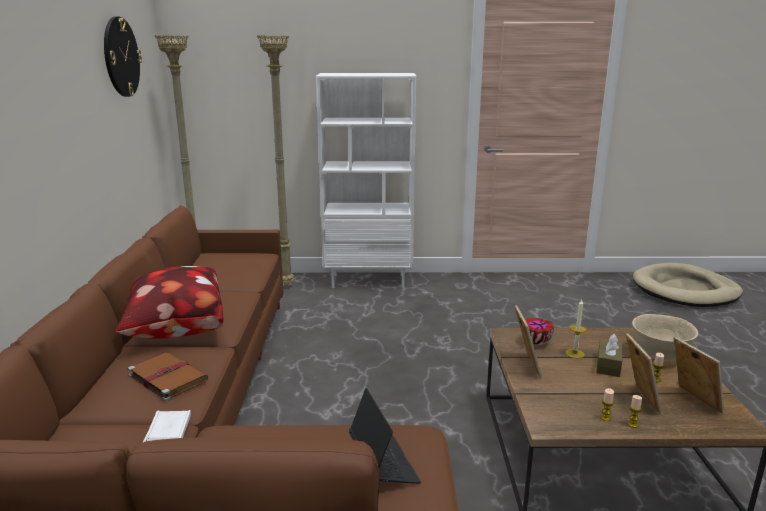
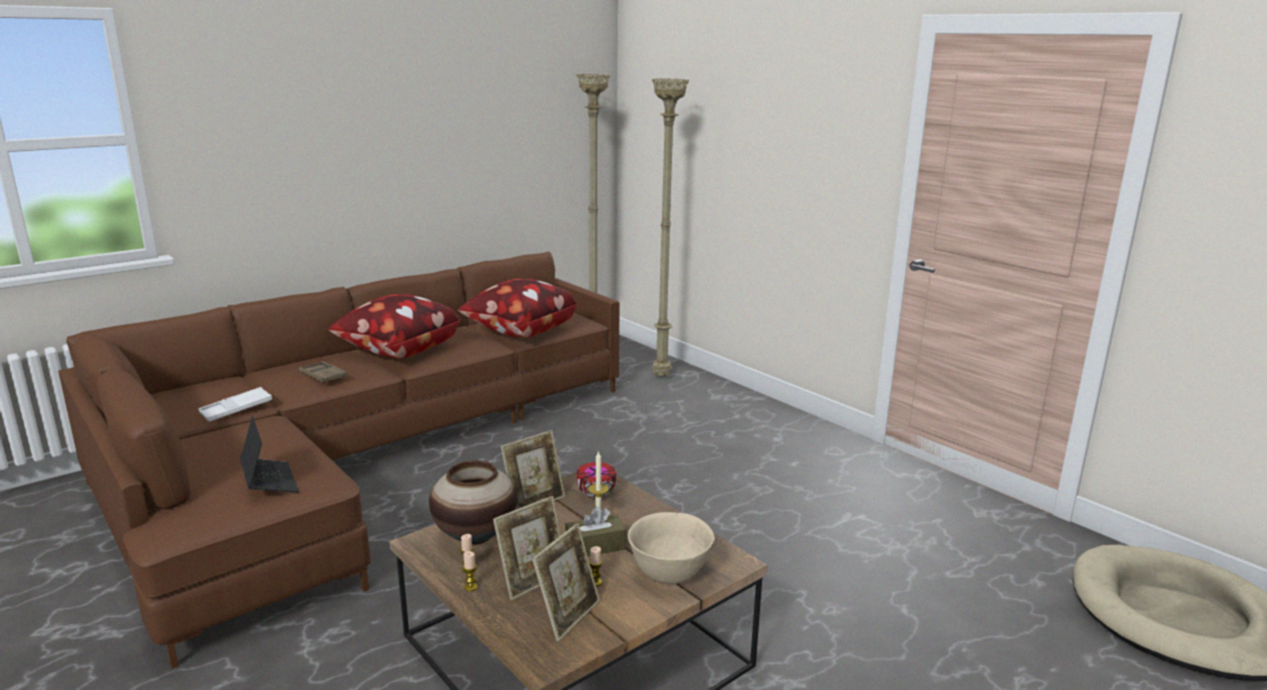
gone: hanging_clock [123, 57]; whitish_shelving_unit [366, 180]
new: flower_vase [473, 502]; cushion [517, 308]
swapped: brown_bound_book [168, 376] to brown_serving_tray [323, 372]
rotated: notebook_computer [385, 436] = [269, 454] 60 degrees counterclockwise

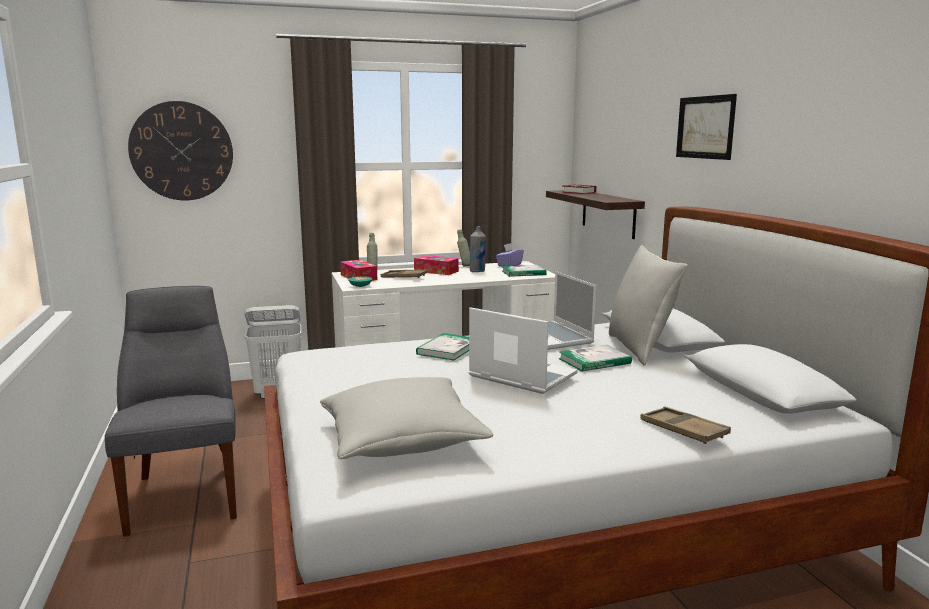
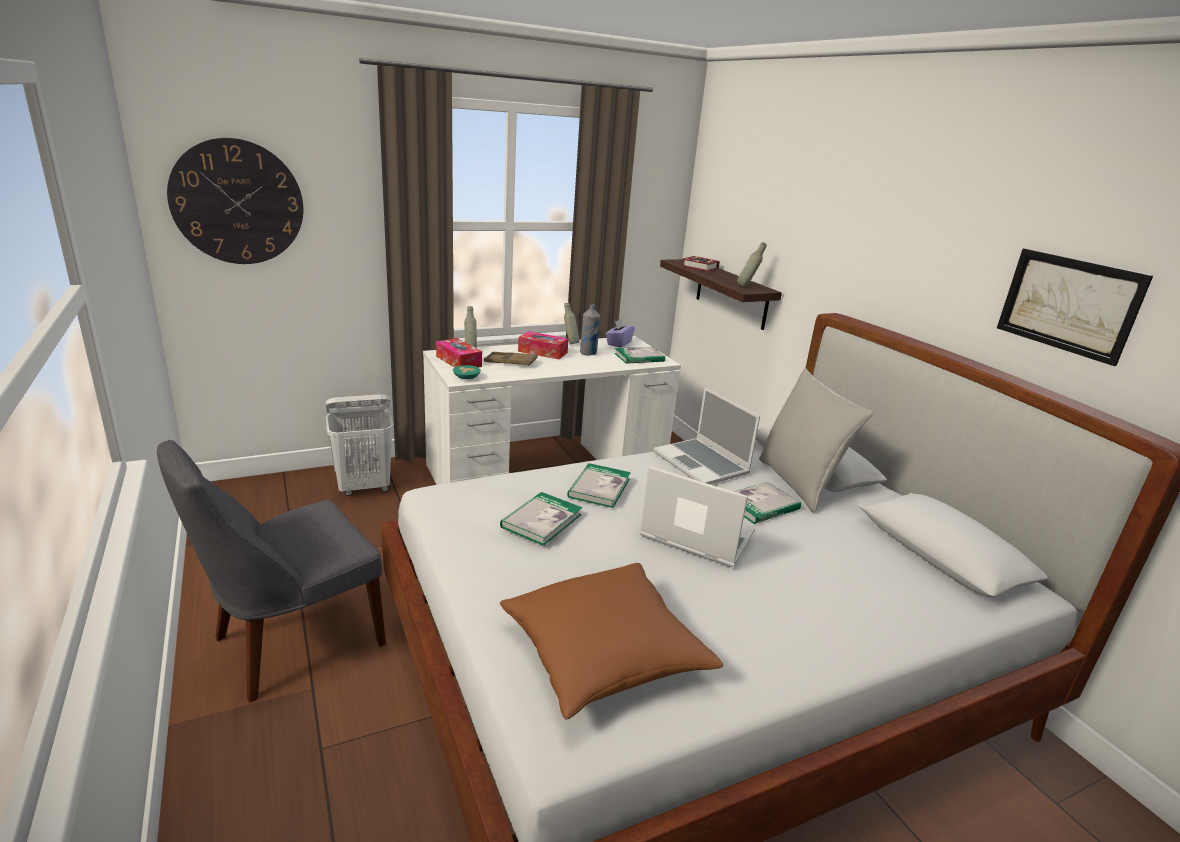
gone: brown_serving_tray [685, 425]
new: bound_book [541, 519]; gray_bottle [752, 264]
shifted: picture [706, 127] to [1075, 307]
repainted: gray_cushion [407, 418] to brown_cushion [611, 641]
rotated: gray_chair [171, 411] = [271, 571] 105 degrees counterclockwise

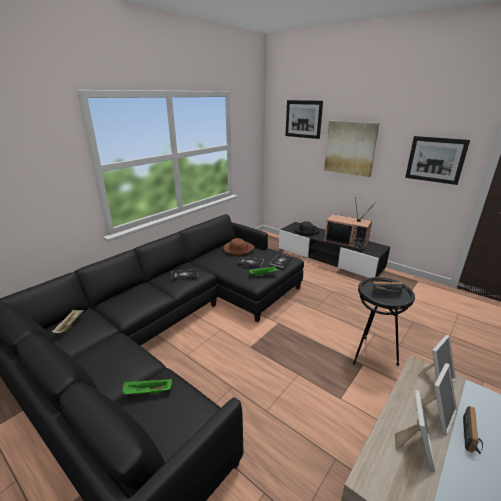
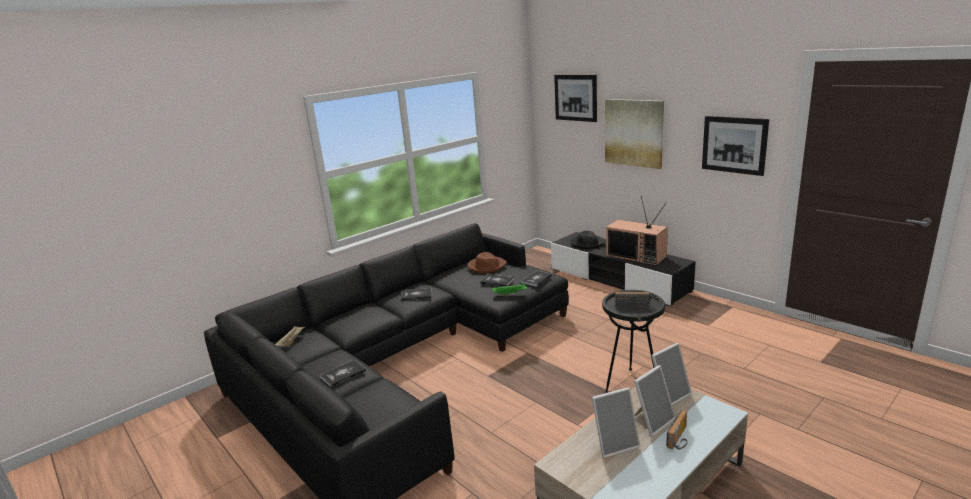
gone: green_serving_tray [147, 387]
new: bound_book [343, 373]
rotated: picture_frame [415, 431] = [616, 422] 45 degrees clockwise

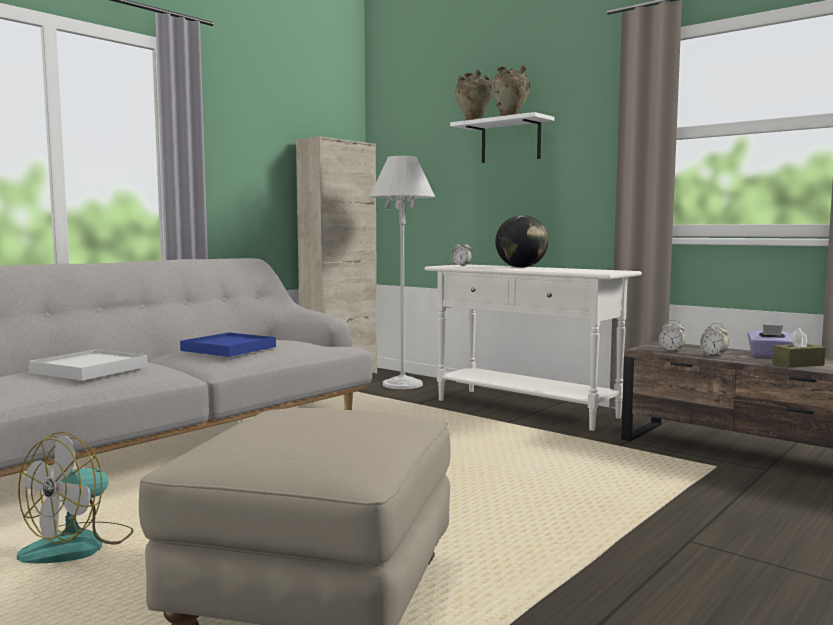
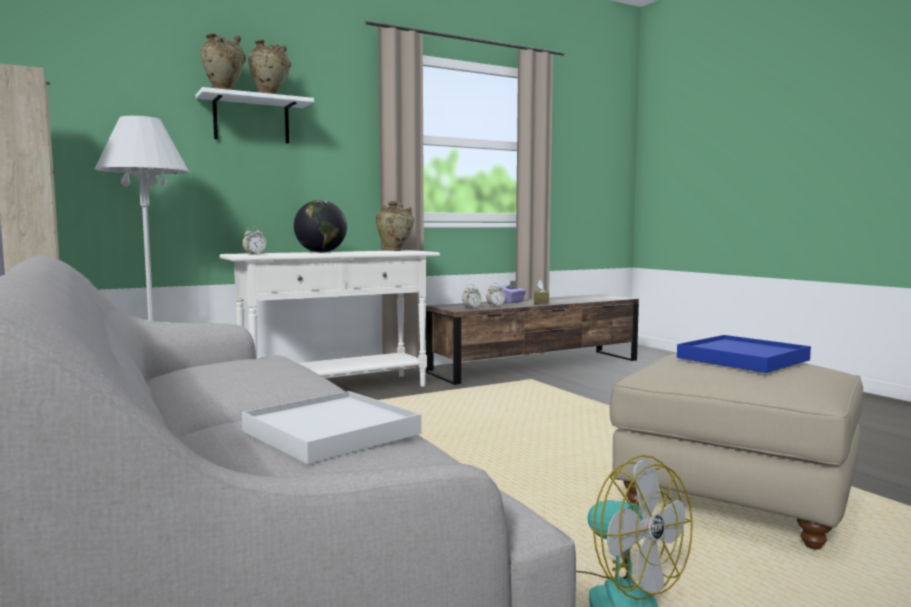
new: beige_flower_vase [395, 226]
shifted: bluish_serving_tray [228, 345] to [744, 354]

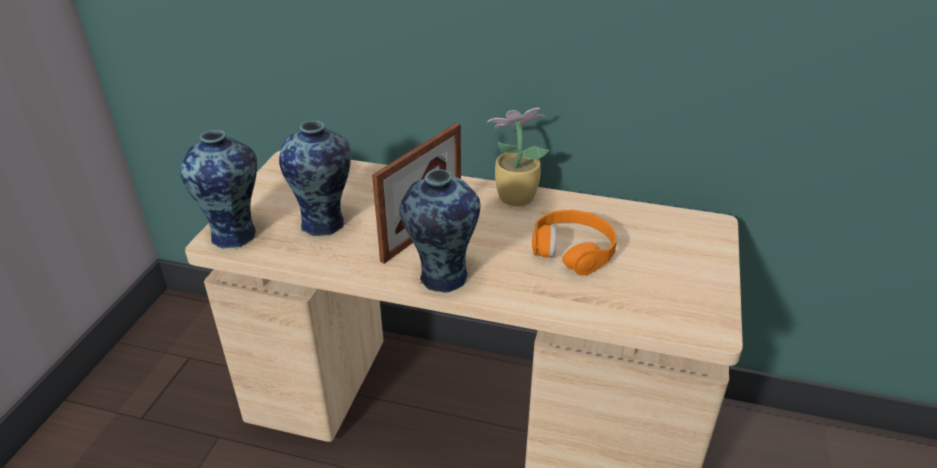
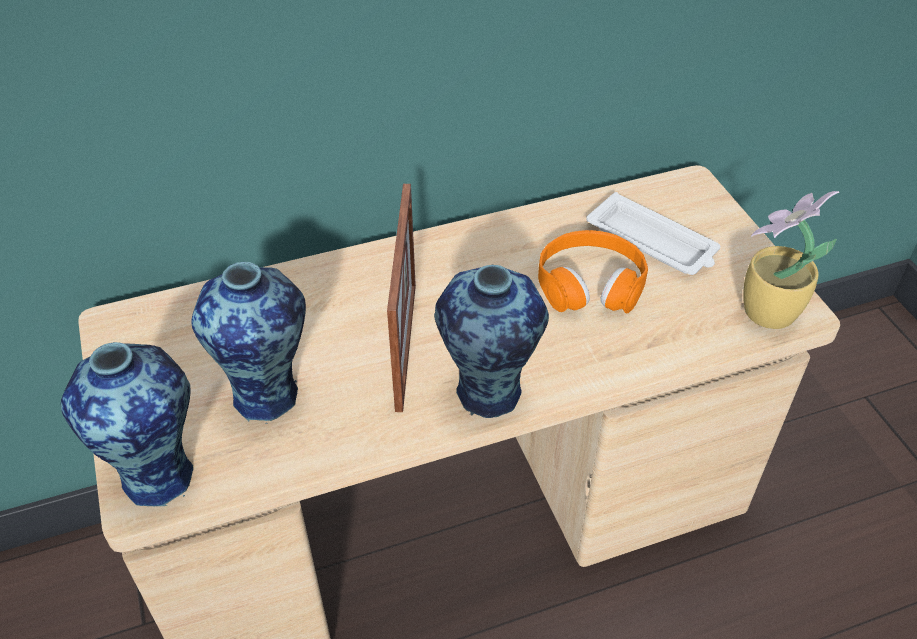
new: whitish_serving_tray [653, 233]
shifted: houseplant [518, 157] to [791, 260]

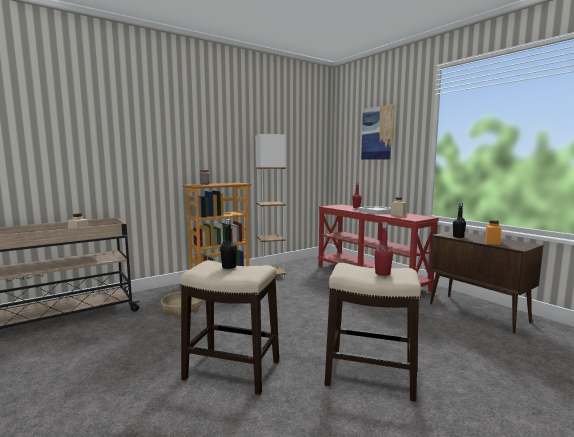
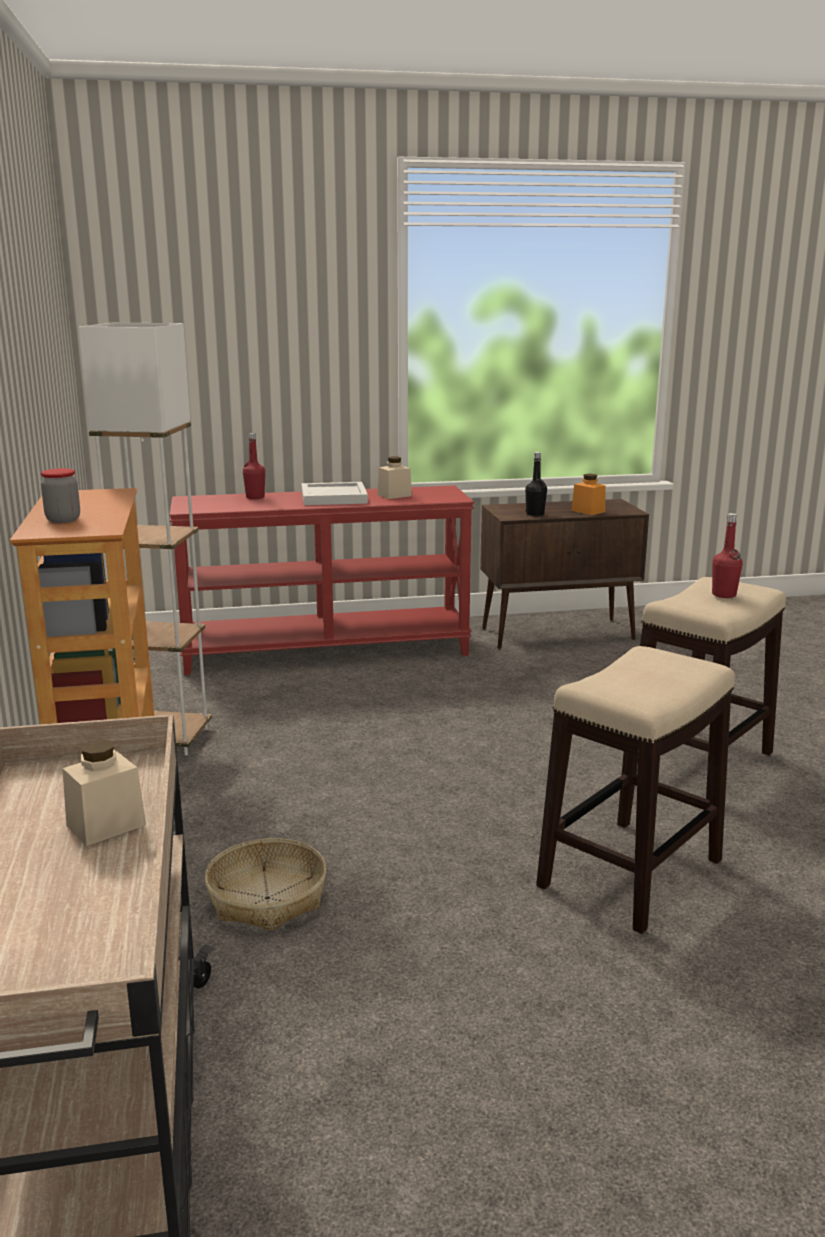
gone: black-coloured_bottle [228, 244]; picture [378, 132]

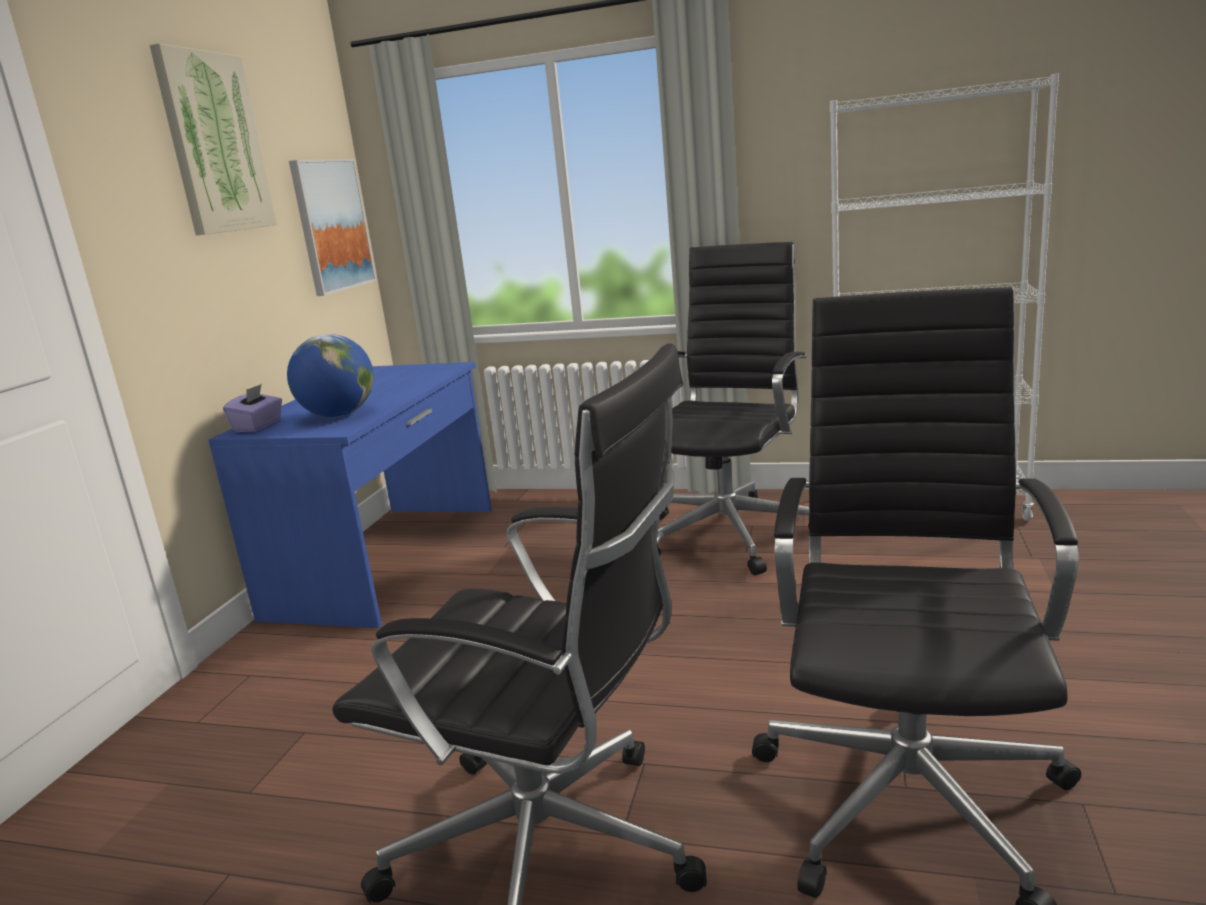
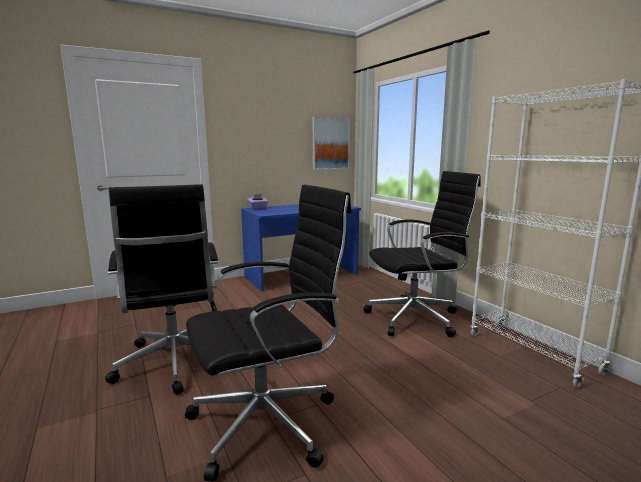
gone: picture [213, 139]; desk_globe [330, 375]

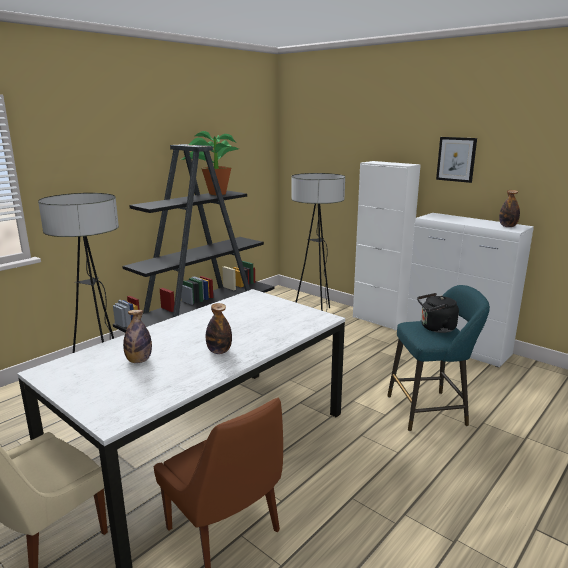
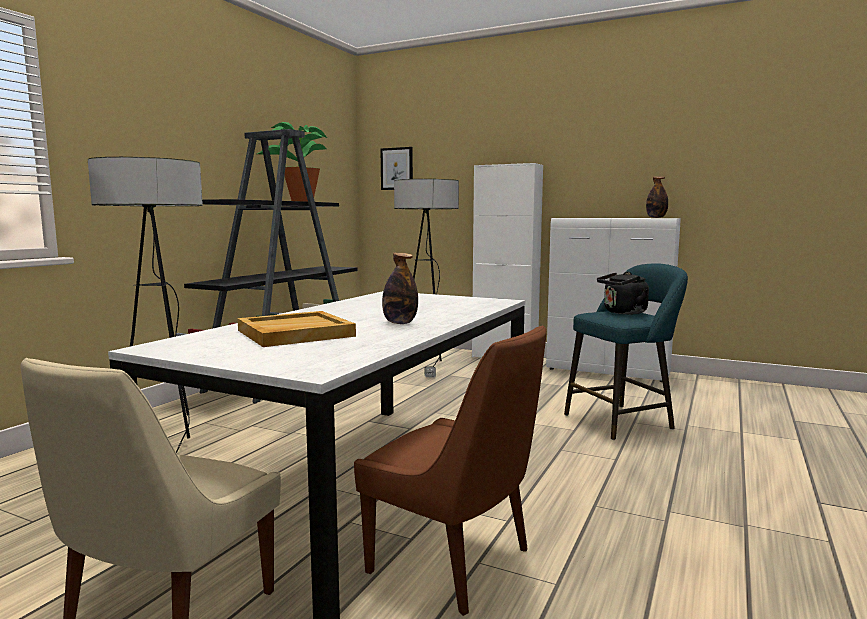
shifted: picture [456, 160] to [396, 168]
swapped: bottle [137, 336] to beige_serving_tray [296, 329]

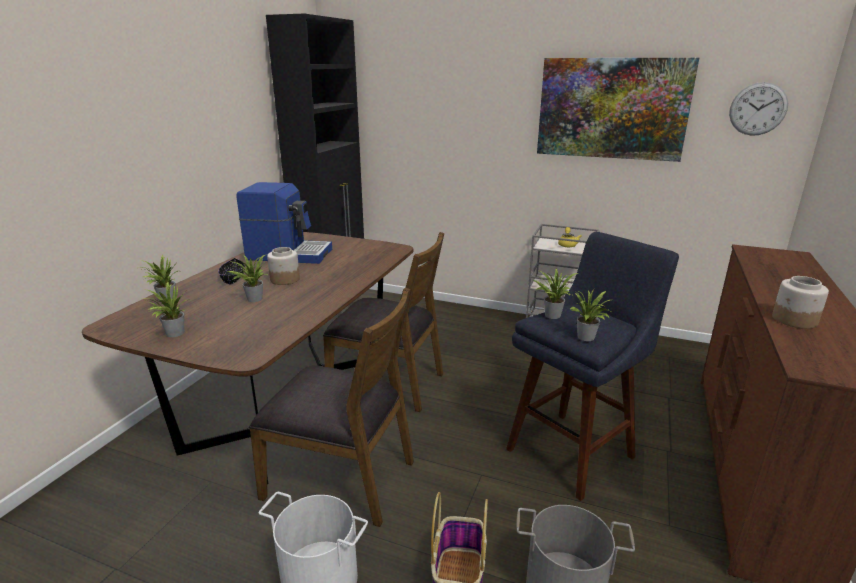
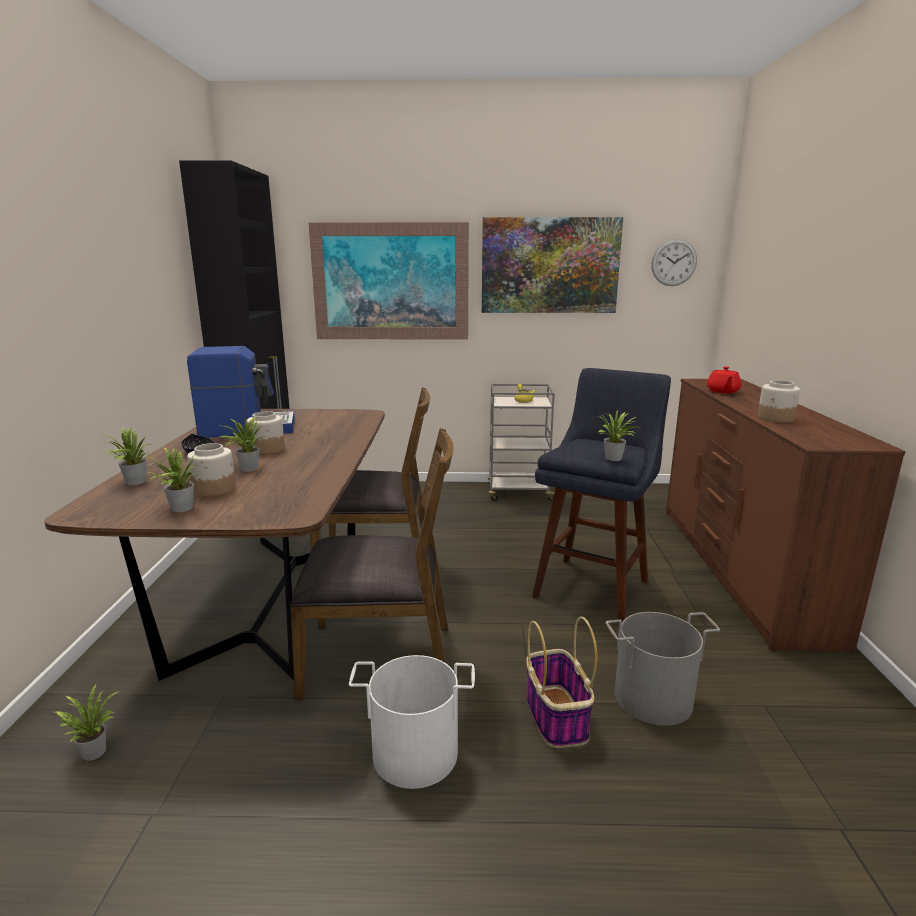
new: jar [211, 470]; picture [389, 281]; red-coloured_pot_for_tea [724, 379]
shifted: houseplant [556, 293] to [87, 723]

